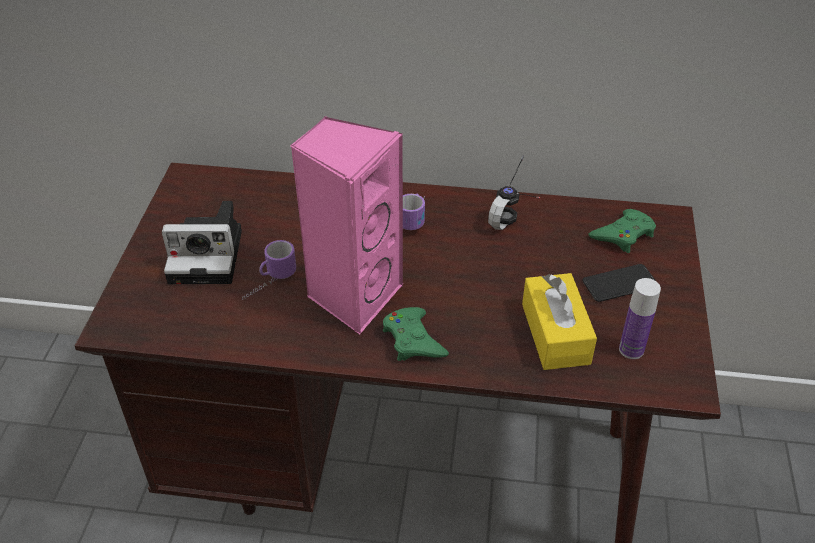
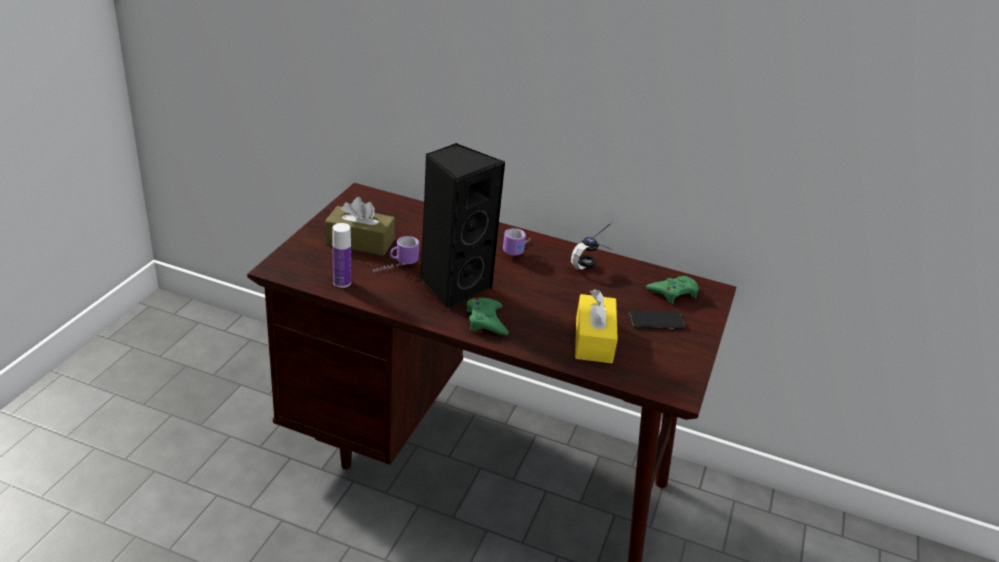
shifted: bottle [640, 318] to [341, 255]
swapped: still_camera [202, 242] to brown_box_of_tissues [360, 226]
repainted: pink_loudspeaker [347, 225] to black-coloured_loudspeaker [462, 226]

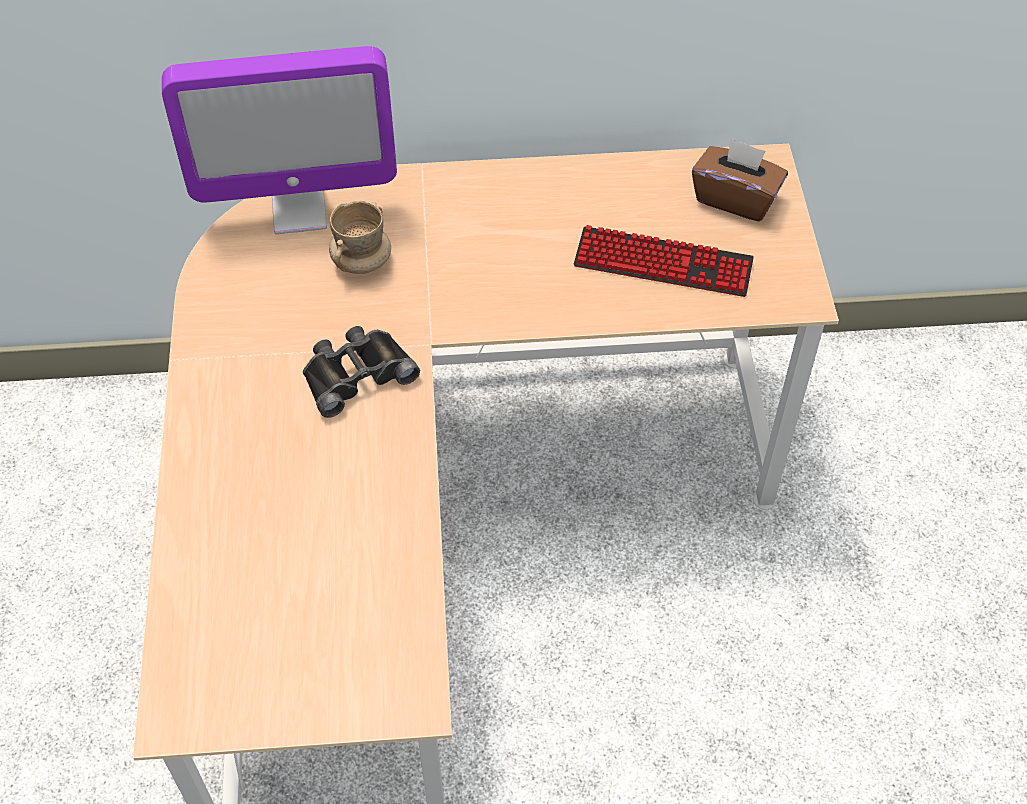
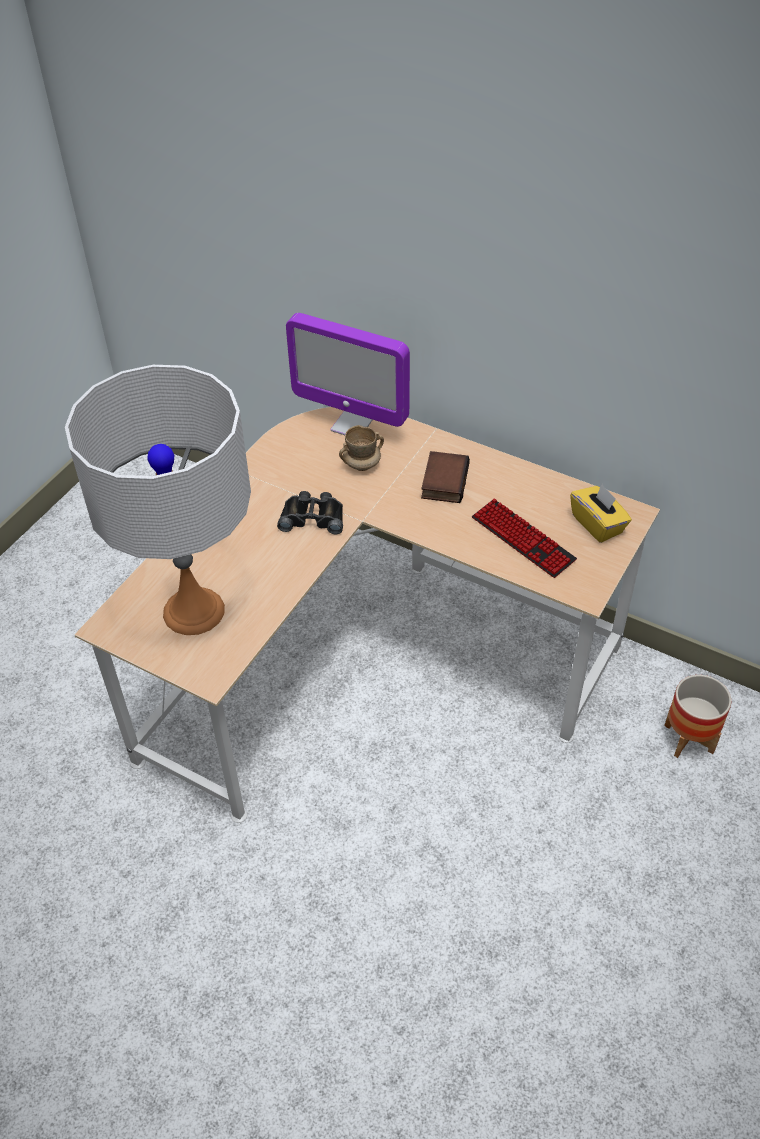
new: whitish_table_lamp [158, 500]; bound_book [445, 477]; planter [697, 716]
repainted: brown_box_of_tissues [740, 179] to yellow-coloured_box_of_tissues [601, 513]

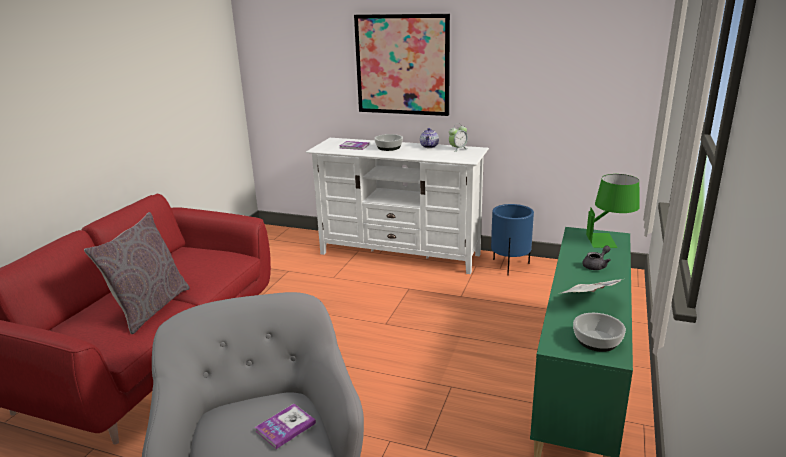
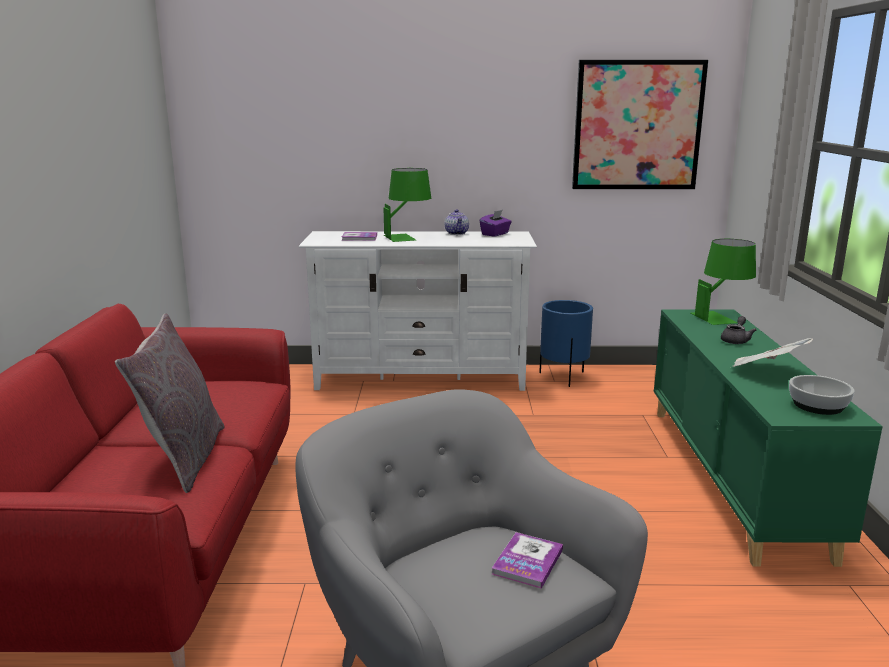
shifted: picture [402, 65] to [640, 124]
swapped: deep_dish [388, 142] to green_table_lamp [407, 205]; bedside_clock [458, 137] to purplish_box_of_tissues [496, 223]

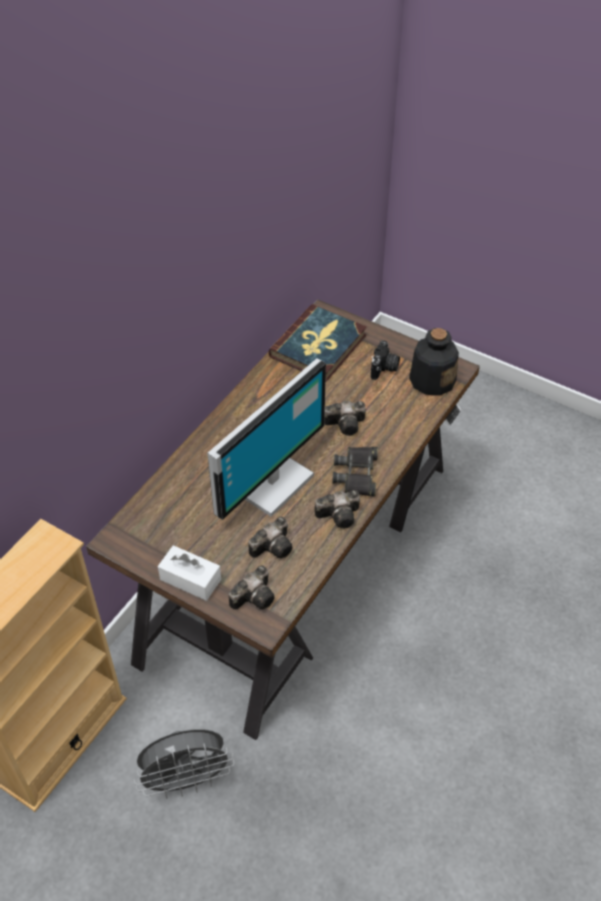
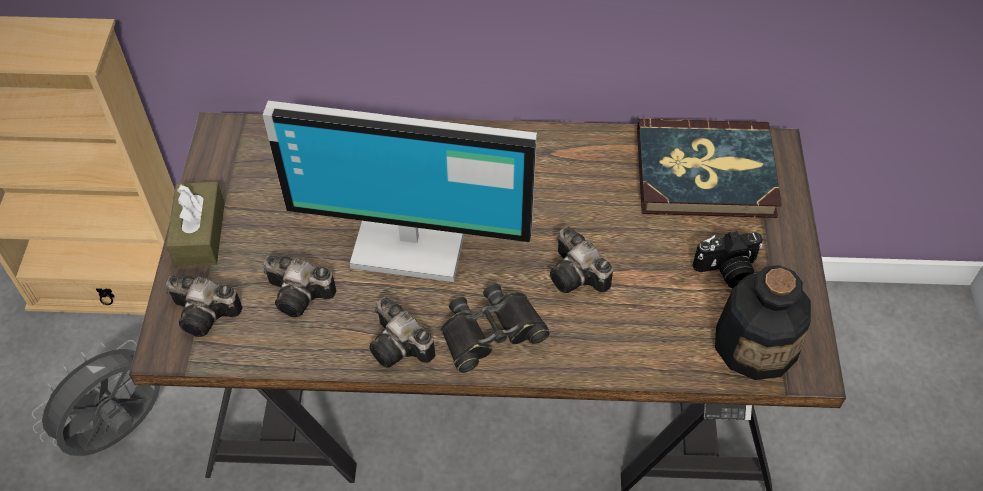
repainted: whitish_box_of_tissues [189, 573] to brown_box_of_tissues [195, 224]
rotated: gray_fan [184, 764] = [96, 398] 90 degrees clockwise

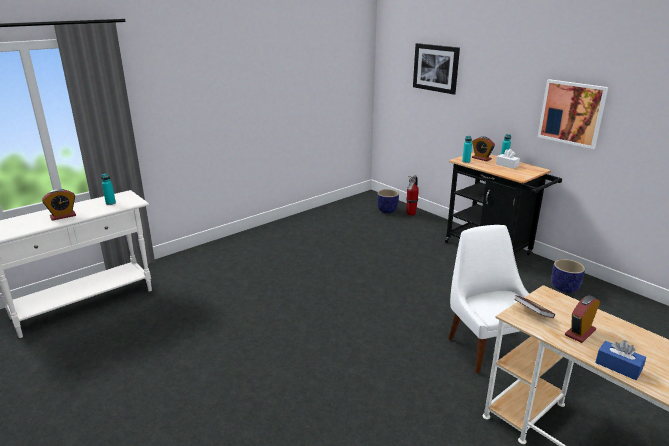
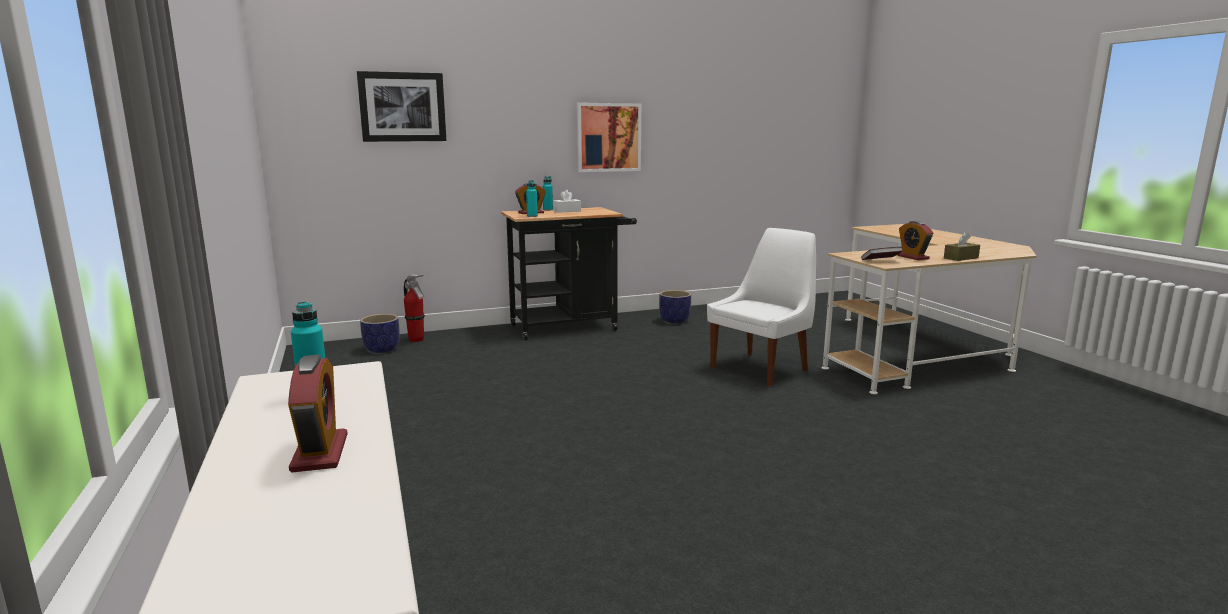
repainted: bluish_box_of_tissues [620, 360] to brown_box_of_tissues [962, 246]
rotated: whitish_chair [489, 299] = [761, 307] 135 degrees clockwise

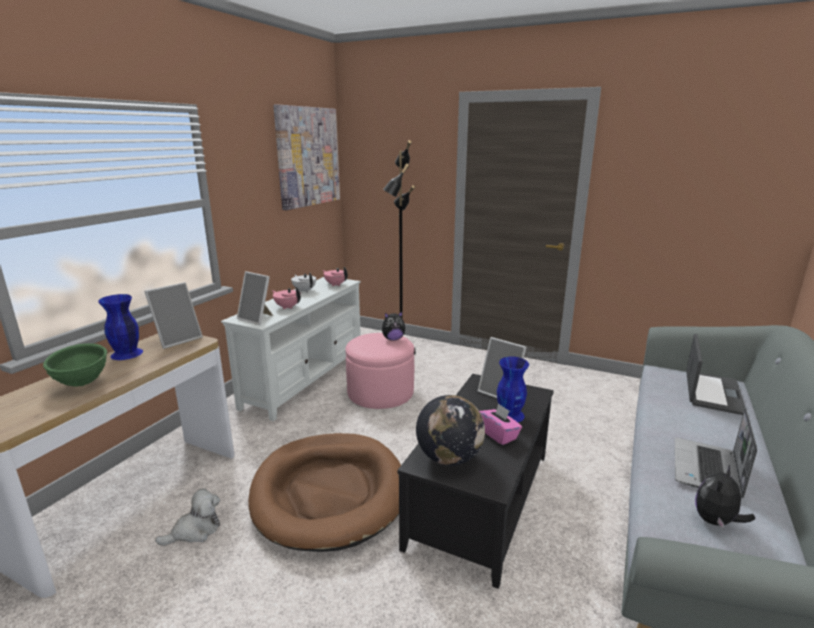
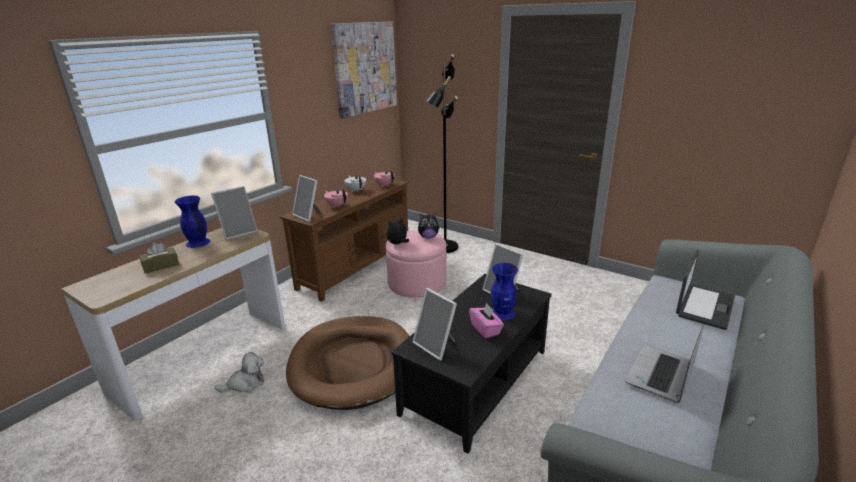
shifted: soft_toy [725, 497] to [397, 230]
swapped: green_deep_dish [75, 364] to brown_box_of_tissues [159, 258]; desk_globe [450, 430] to picture_frame [434, 324]
repainted: whitish_tv_unit [291, 349] to brown_tv_unit [344, 240]

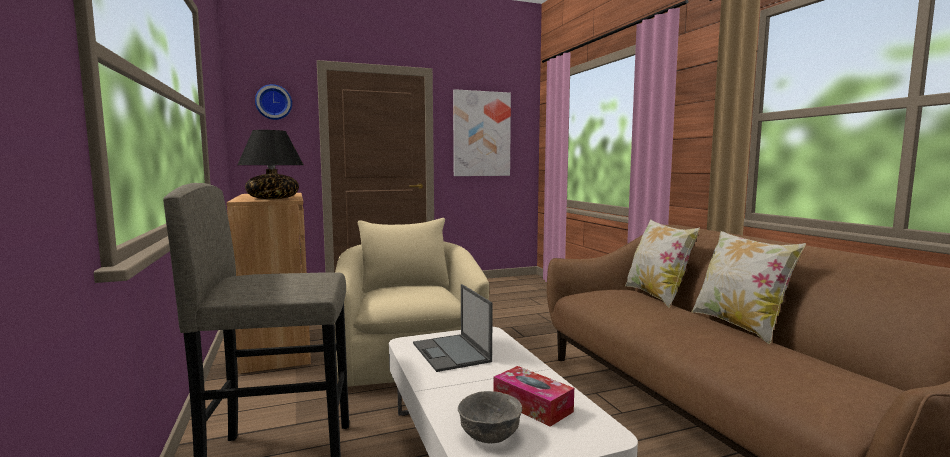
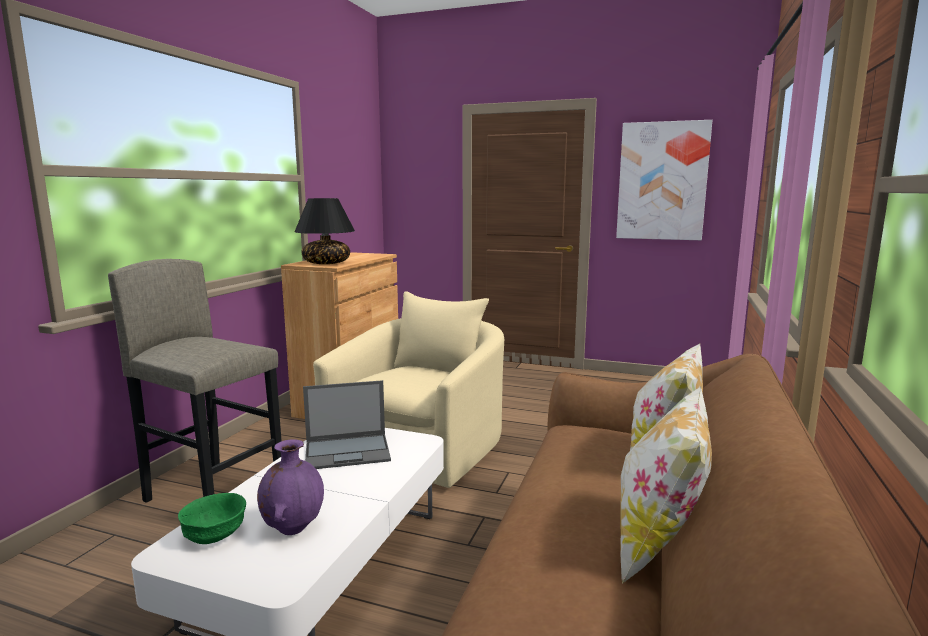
gone: hanging_clock [273, 102]
swapped: box_of_tissues [533, 396] to purplish_flower_vase [290, 487]
repainted: gray_deep_dish [490, 417] to green_deep_dish [212, 518]
rotated: notebook_computer [453, 328] = [347, 424] 120 degrees counterclockwise

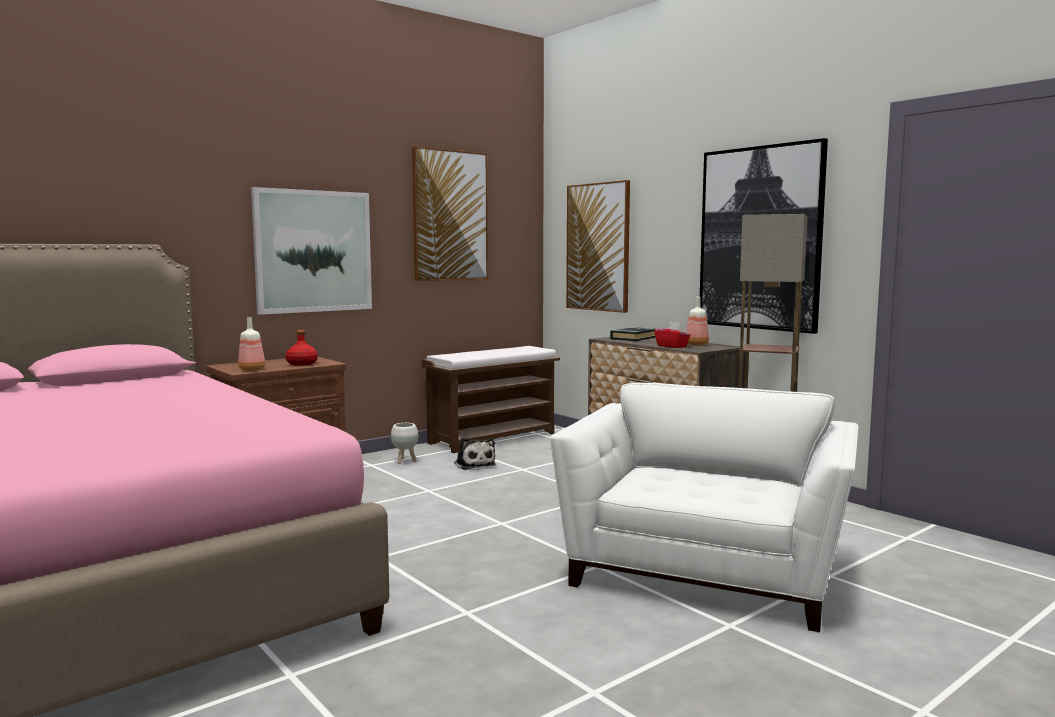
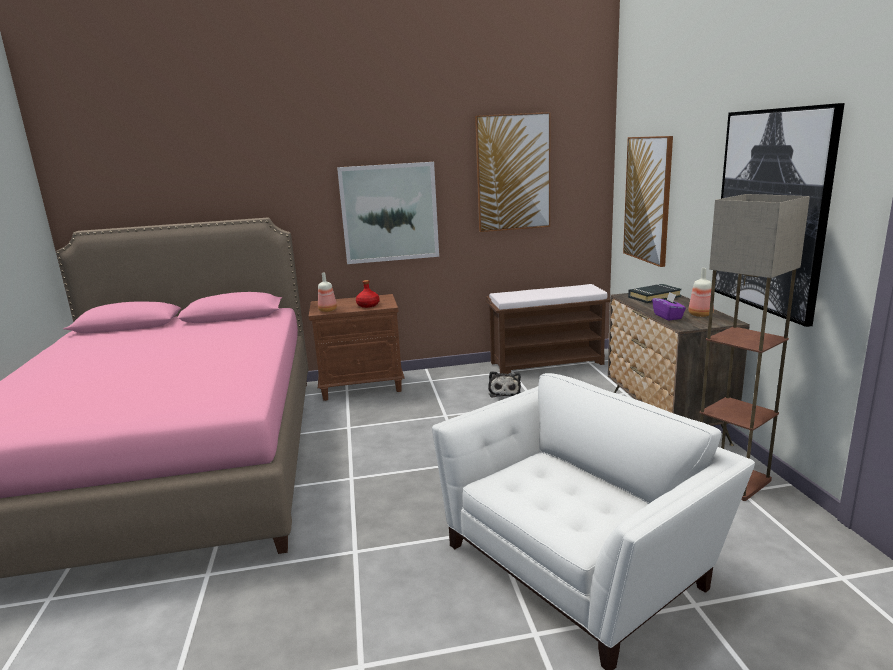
gone: whitish_planter [404, 443]
repainted: red-coloured_box_of_tissues [672, 335] to purplish_box_of_tissues [669, 306]

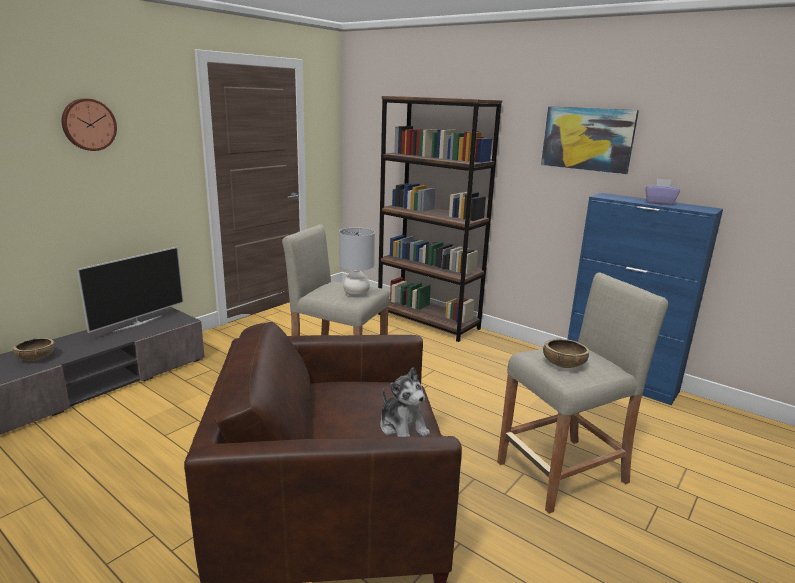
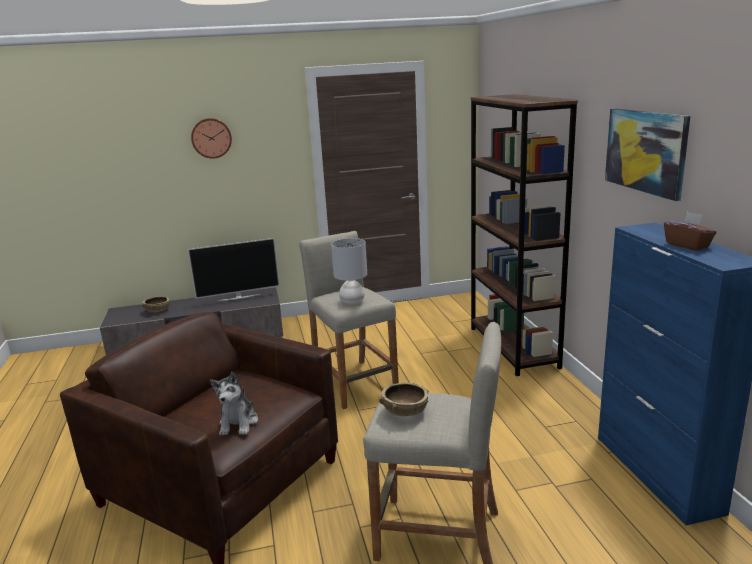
repainted: purplish_box_of_tissues [662, 192] to brown_box_of_tissues [690, 231]

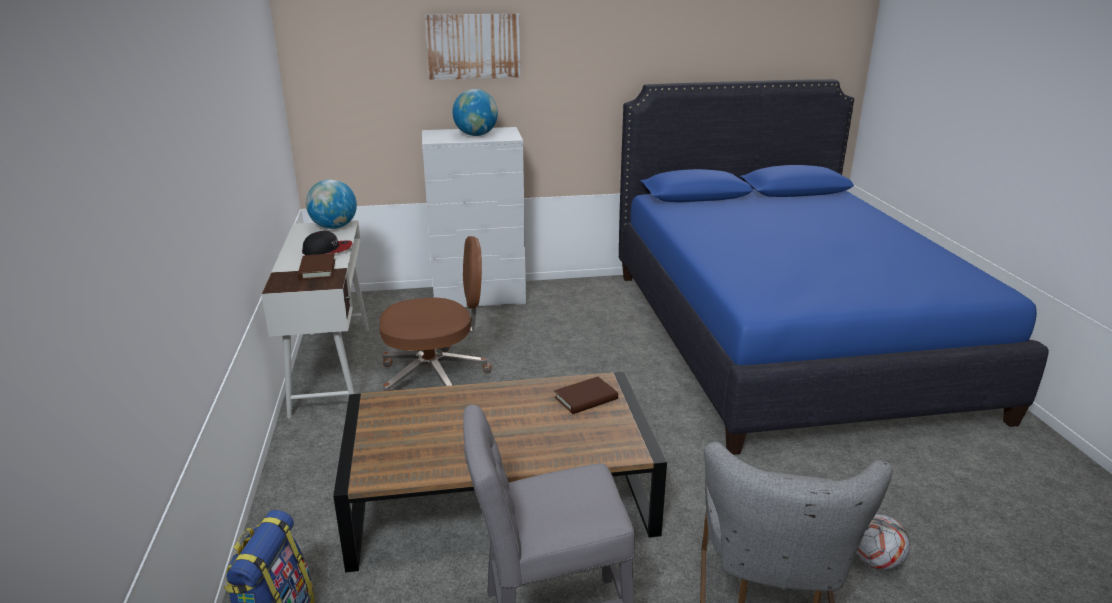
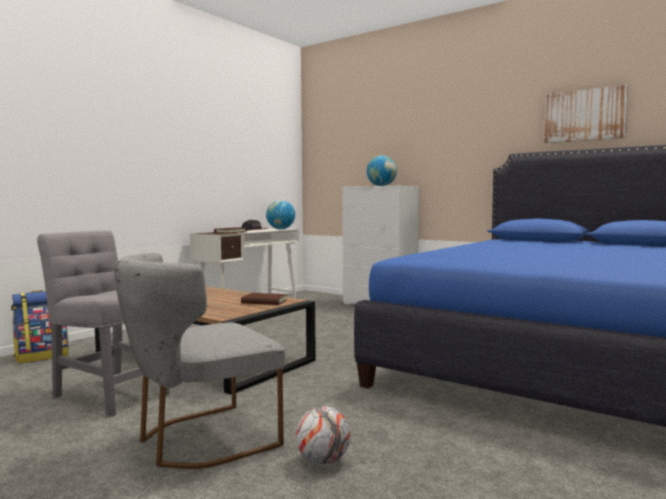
gone: brown_computer_chair [435, 313]
shifted: picture [472, 46] to [586, 114]

